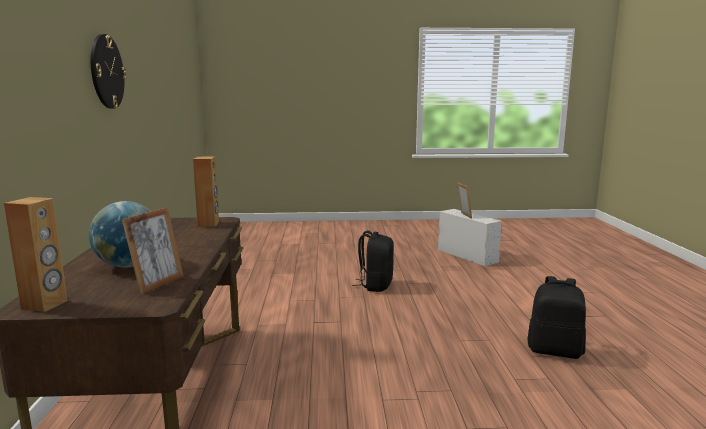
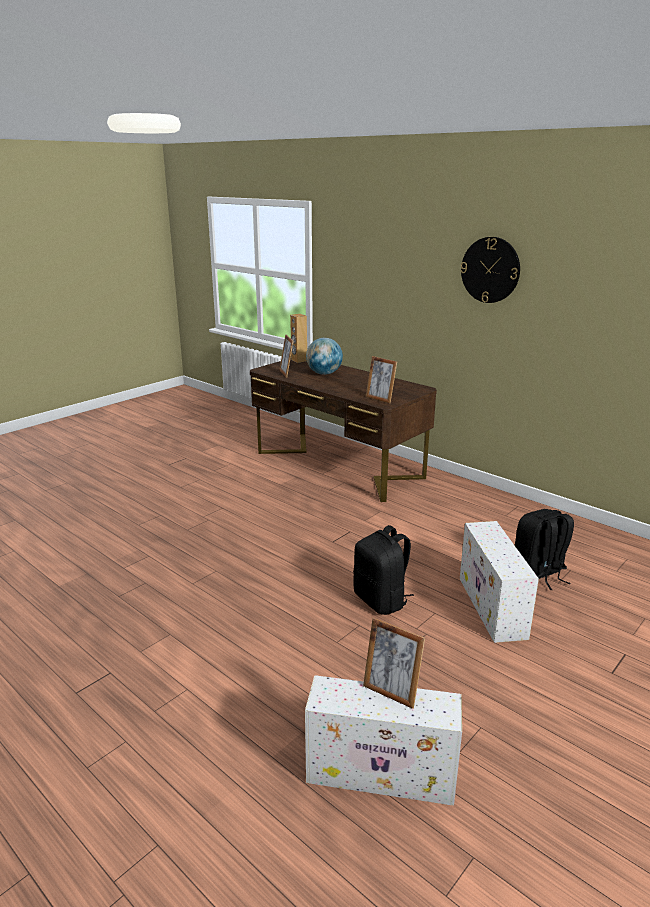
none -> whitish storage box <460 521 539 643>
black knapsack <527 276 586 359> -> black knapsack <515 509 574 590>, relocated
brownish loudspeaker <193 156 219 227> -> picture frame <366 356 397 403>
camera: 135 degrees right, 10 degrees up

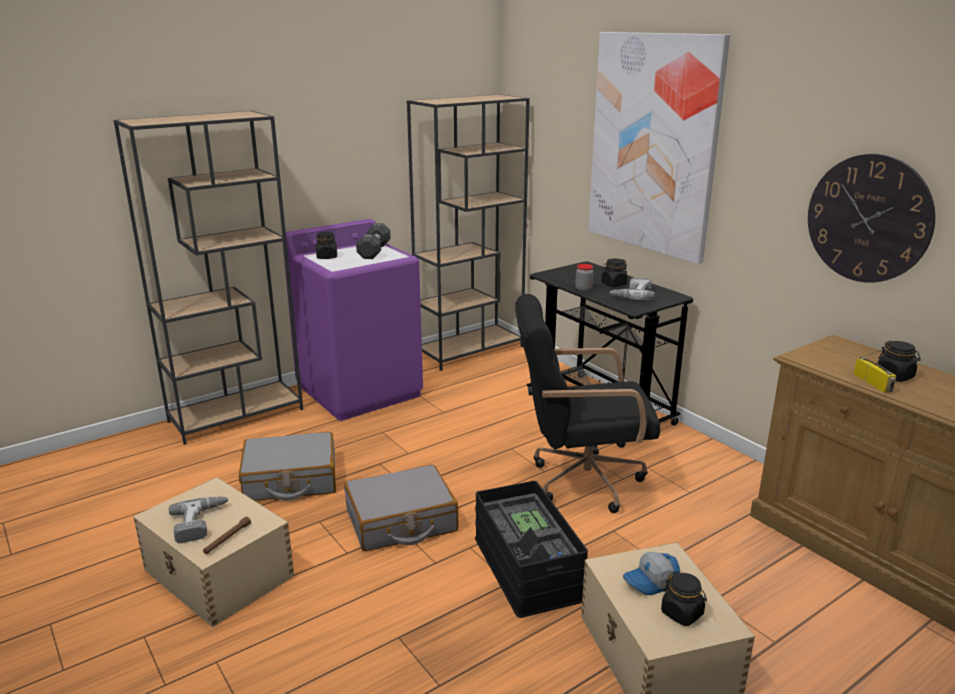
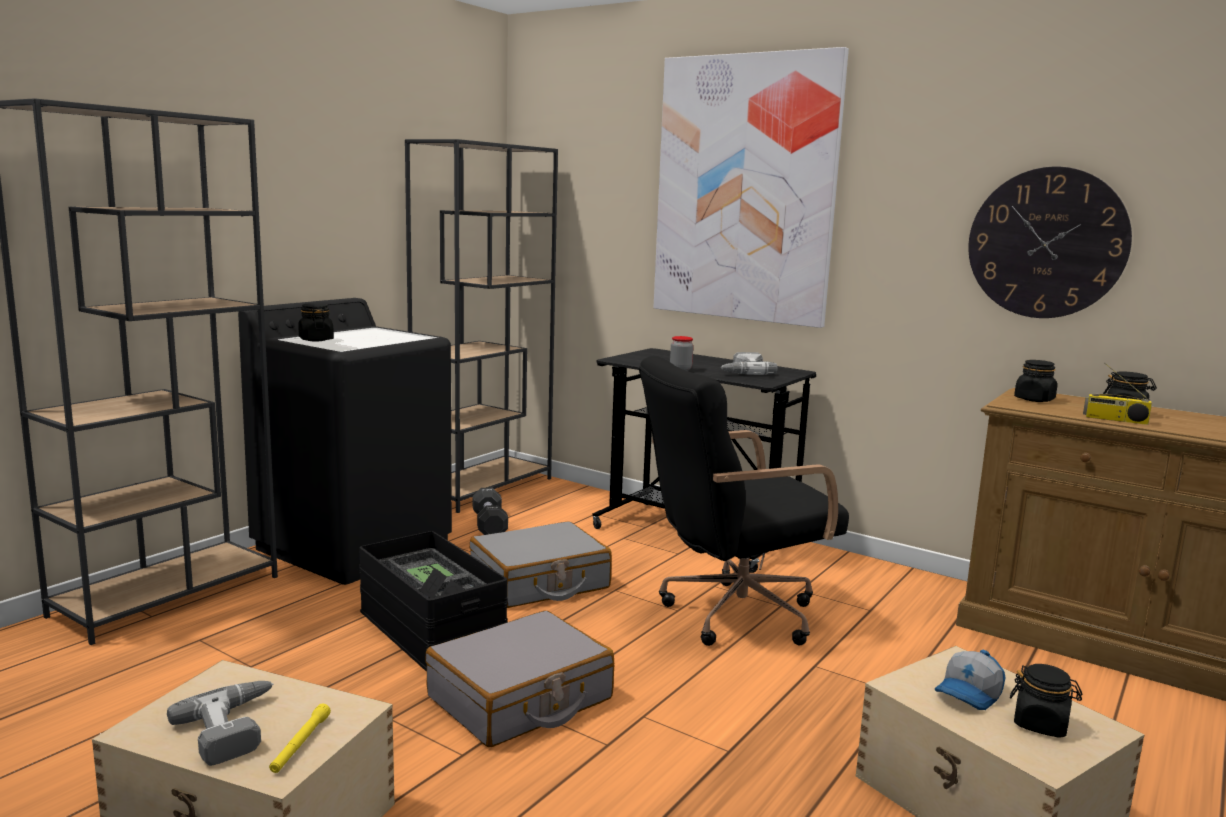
gray travel case <239 432 336 501> -> gray travel case <470 521 612 608>, relocated
black hand weight <356 223 391 259> -> black hand weight <473 487 508 535>, relocated
black storage box <475 481 588 618> -> black storage box <359 531 508 671>, relocated
black preserve jar <601 258 628 287> -> black preserve jar <1014 360 1057 402>, relocated
brownish hand torch <203 516 251 554> -> yellow hand torch <269 703 331 773>
purple laundry appliance <283 219 423 421> -> black laundry appliance <238 298 452 585>
radio <853 347 896 393> -> radio <1083 362 1152 425>, 150 degrees clockwise
camera: 20 degrees left, 10 degrees down

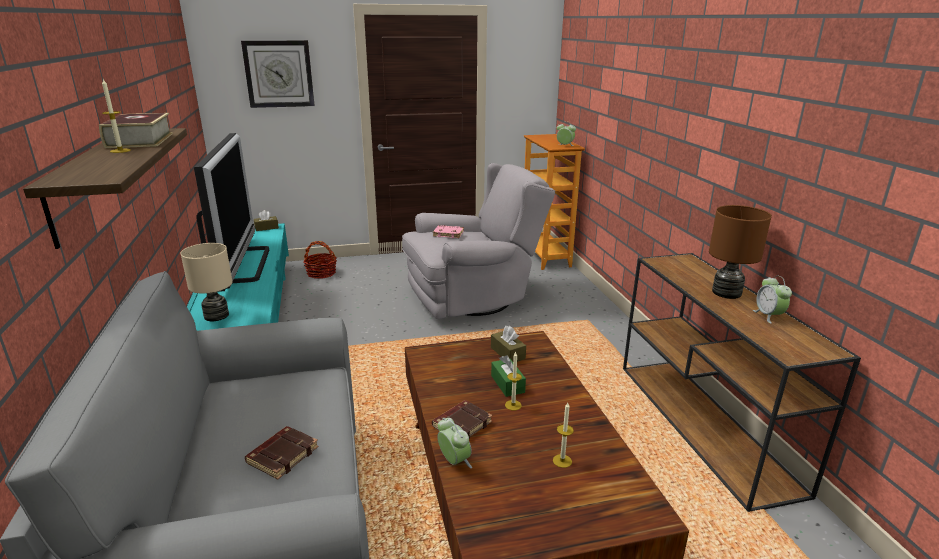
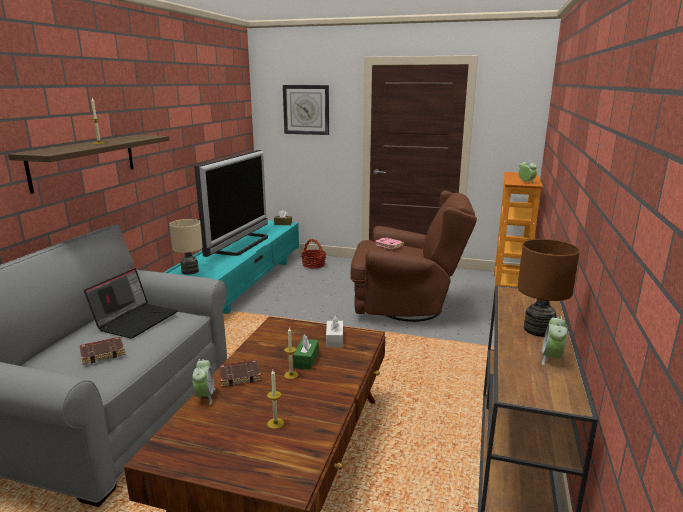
volume <99 113 173 148> -> none
none -> laptop <84 268 178 339>
gray armchair <402 163 555 319> -> brownish armchair <350 191 477 322>
brownish tissue holder <491 326 526 362> -> whitish tissue holder <326 315 343 347>
camera: 30 degrees right, 5 degrees down

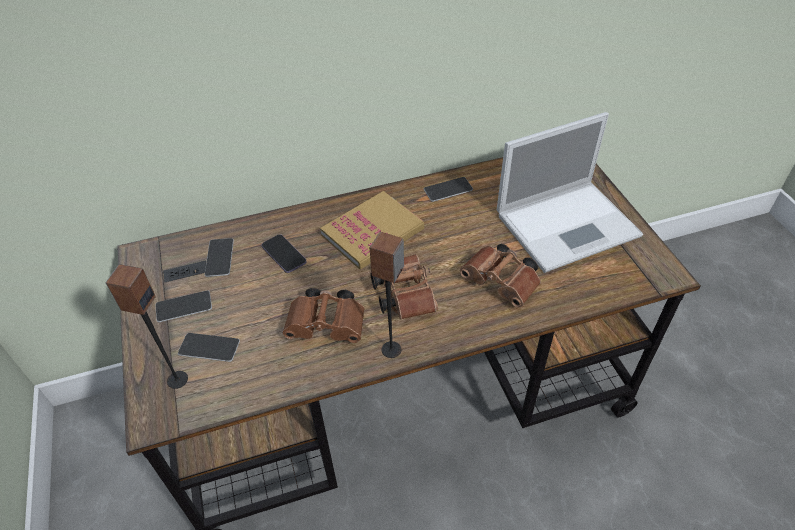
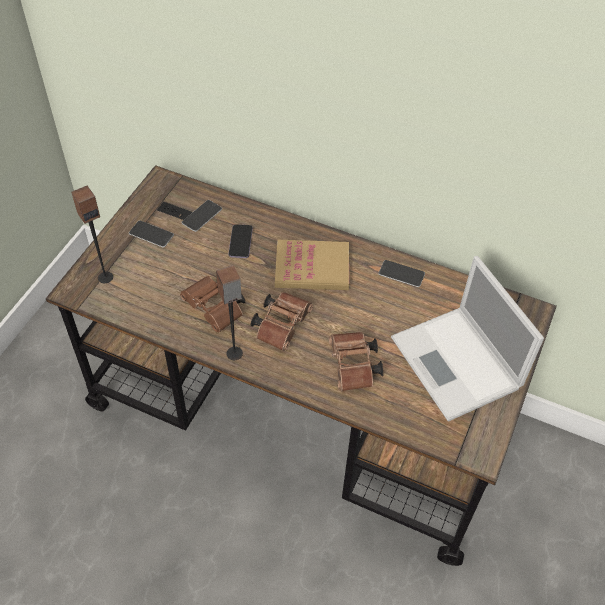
telephone <178 333 240 362> -> none
laptop <497 112 643 273> -> laptop <391 256 544 422>, 45 degrees clockwise
camera: 40 degrees right, 5 degrees up

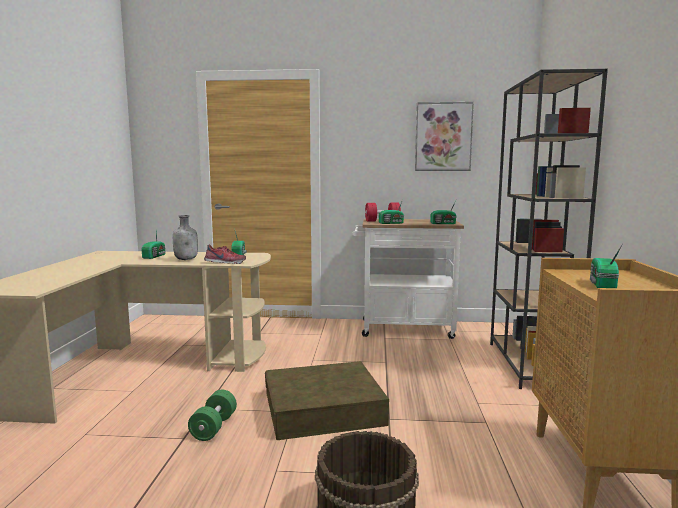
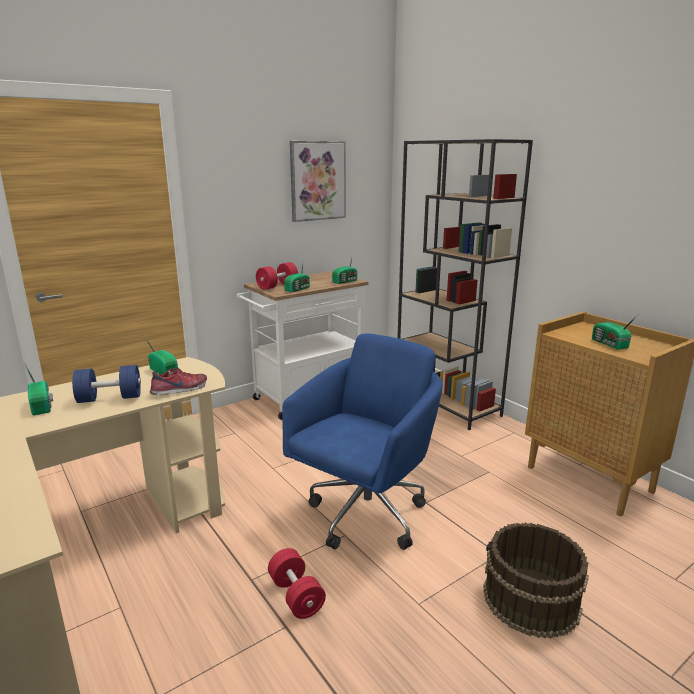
gray drink bottle <173 215 198 260> -> bluish hand weight <72 365 141 403>
brownish storage box <265 361 389 440> -> bluish computer chair <282 334 443 550>
green-coloured hand weight <188 389 237 441> -> red-coloured hand weight <268 548 326 619>
camera: 40 degrees left, 10 degrees up

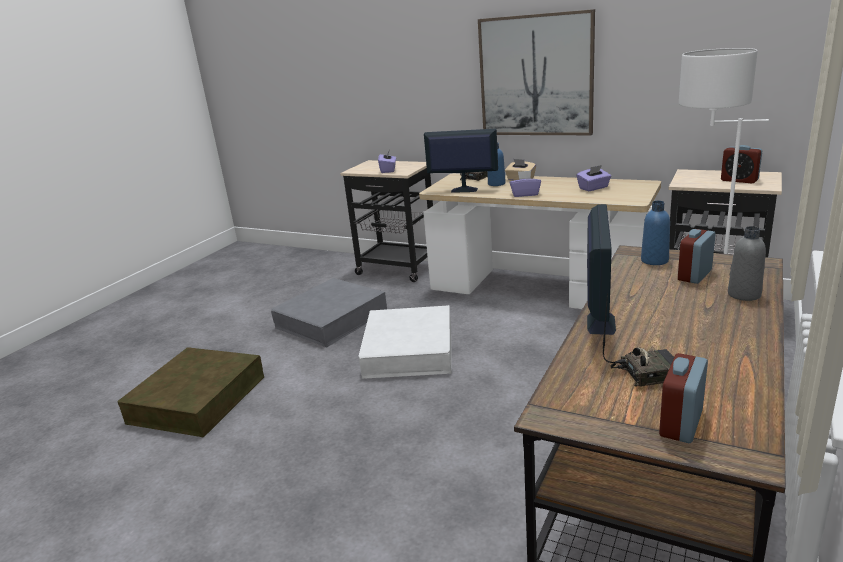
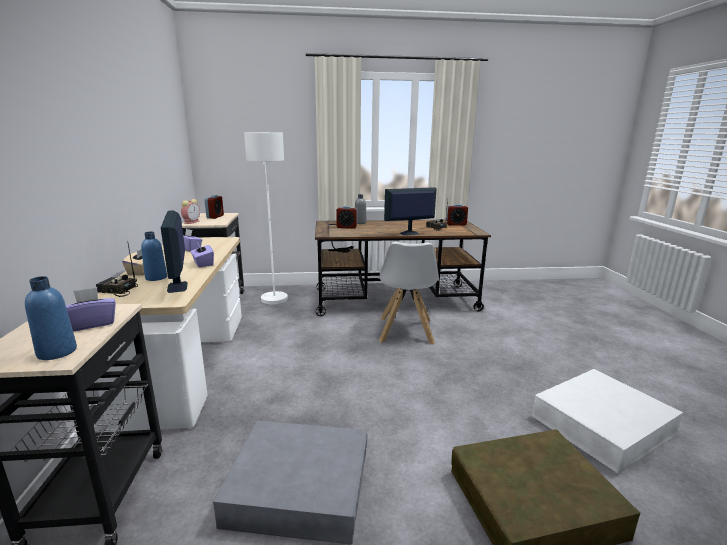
wall picture <478 9 595 135> -> none
none -> bedside clock <181 199 200 224>
none -> upright chair <379 242 439 344>
whitish storage box <359 305 452 379> -> whitish storage box <532 369 683 474>, relocated
bluish drink bottle <641 201 670 265> -> bluish drink bottle <25 276 77 360>, relocated
camera: 125 degrees left, 5 degrees down

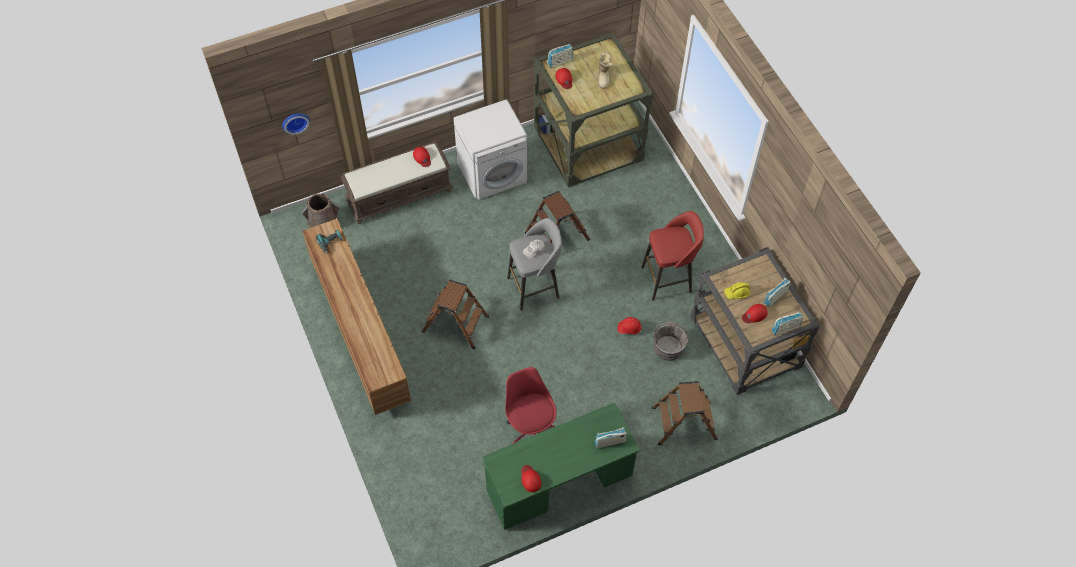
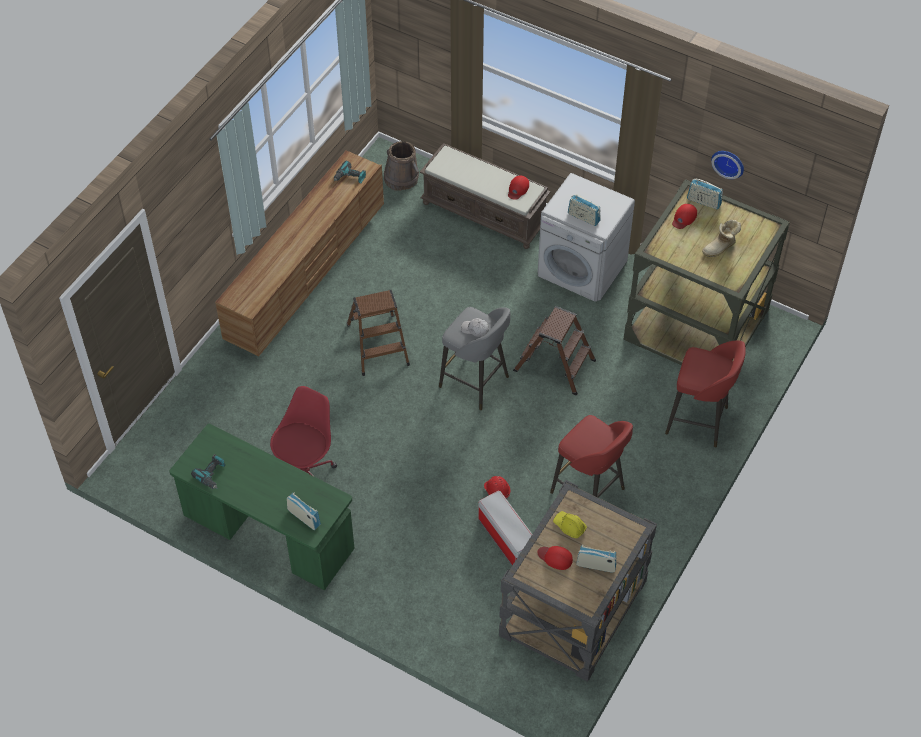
brownish stepladder <652 381 718 445> -> none
none -> red-coloured stool <665 340 746 447>
clock on the wall <282 113 310 135> -> clock on the wall <711 151 744 179>, relocated
radio <771 312 803 335> -> radio <568 194 600 226>, relocated
red-coloured cap <521 465 541 492> -> power drill <191 454 225 489>
gray water bucket <653 321 689 361> -> storage box <478 491 532 565>
camera: 55 degrees right, 5 degrees down

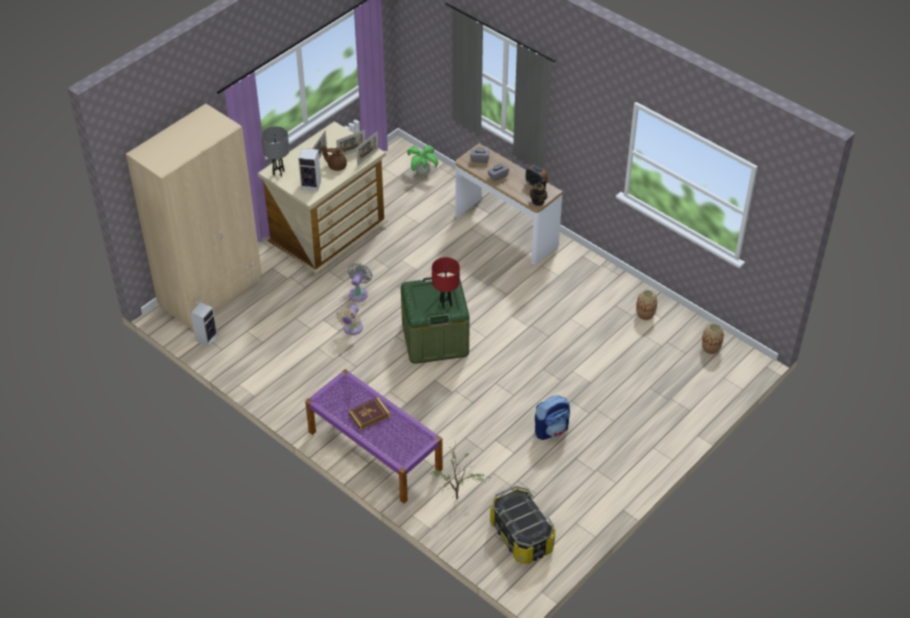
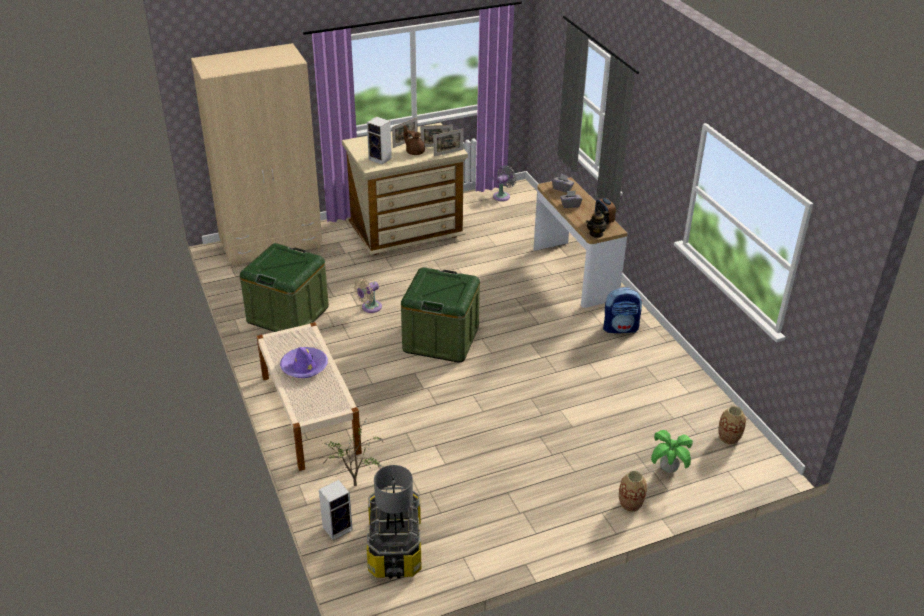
red-coloured table lamp <432 257 460 308> -> none
none -> green-coloured storage box <240 243 329 332>
loudspeaker <190 302 218 347> -> loudspeaker <319 480 353 540>, relocated
gray table lamp <261 126 289 177> -> gray table lamp <374 465 413 535>, relocated
gray electric fan <348 263 372 302> -> gray electric fan <493 165 517 201>, relocated
plant in a pot <407 145 438 175> -> plant in a pot <651 430 693 473>, relocated
knapsack <535 395 570 440> -> knapsack <603 287 642 333>, relocated
decorative vase <636 290 657 320> -> decorative vase <619 471 647 512>, relocated
volume <348 397 390 430> -> purple clothing hat <280 347 328 378>
purple long seat <305 369 443 504> -> beige-coloured long seat <257 322 362 471>
camera: 25 degrees right, 10 degrees down

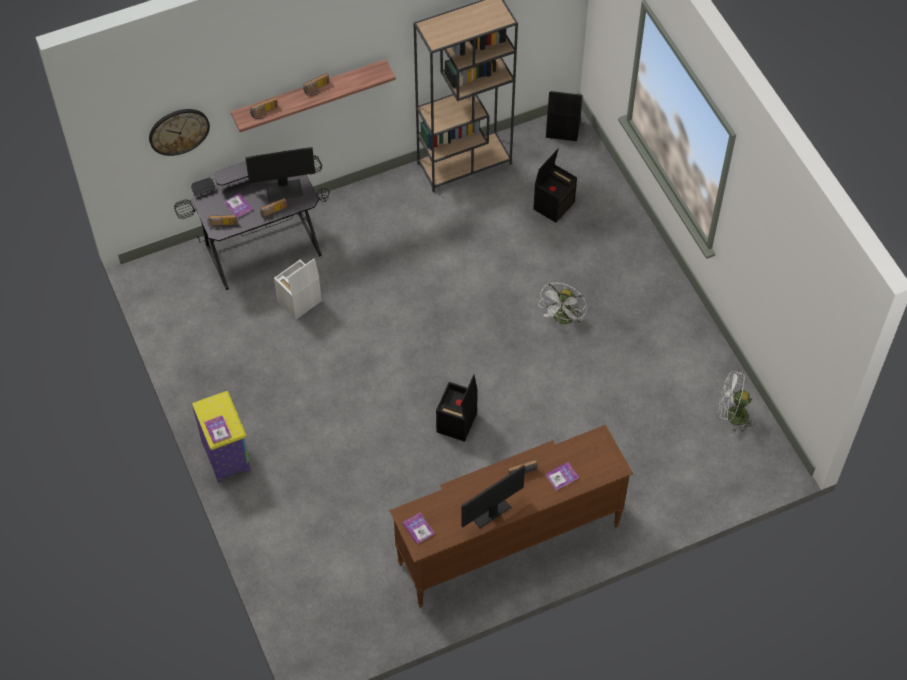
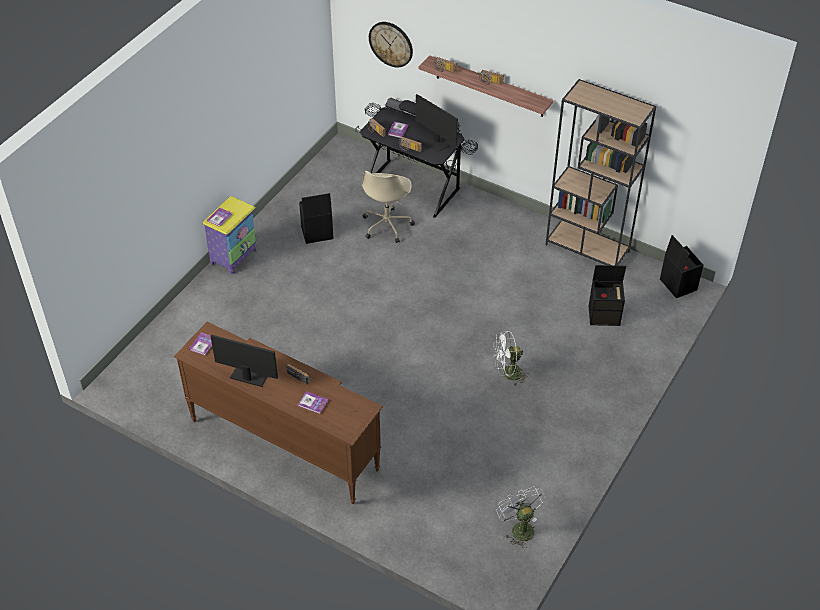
black storage box <436 374 478 442> -> black storage box <299 193 334 244>, relocated
whitish storage box <274 258 322 319> -> beige-coloured computer chair <361 171 415 243>
camera: 55 degrees right, 10 degrees down

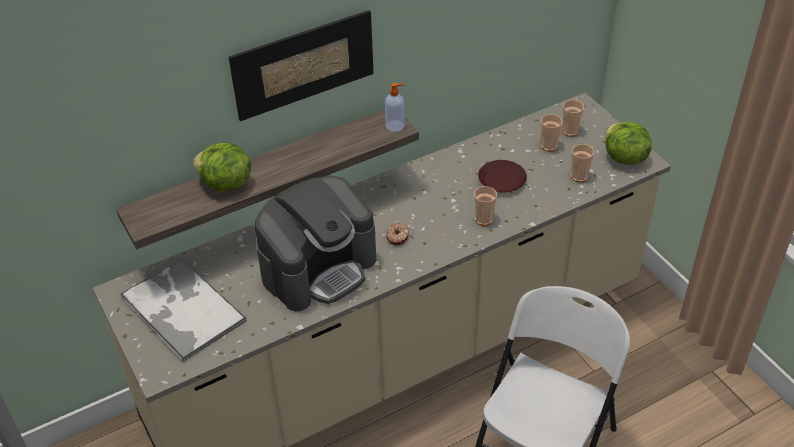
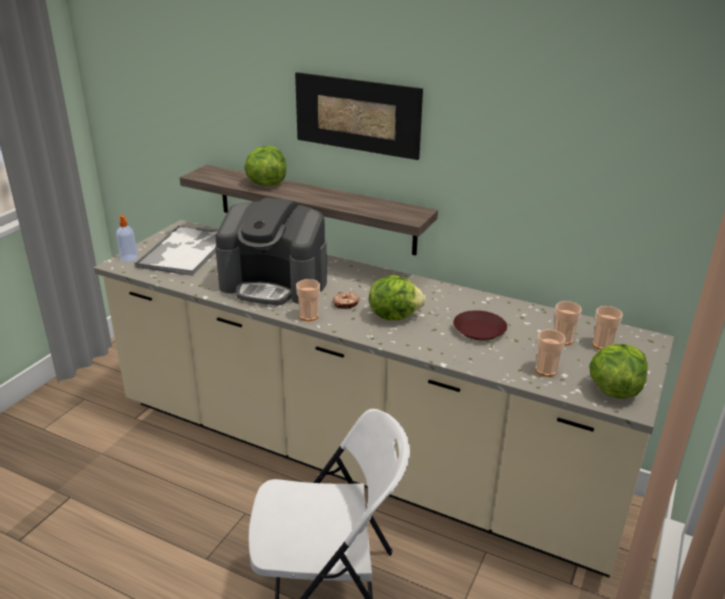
none -> lettuce head <369 275 426 320>
soap dispenser <385 83 406 132> -> soap dispenser <116 215 138 262>, relocated
cup <474 186 497 226> -> cup <296 279 320 321>, relocated
camera: 55 degrees right, 15 degrees down

